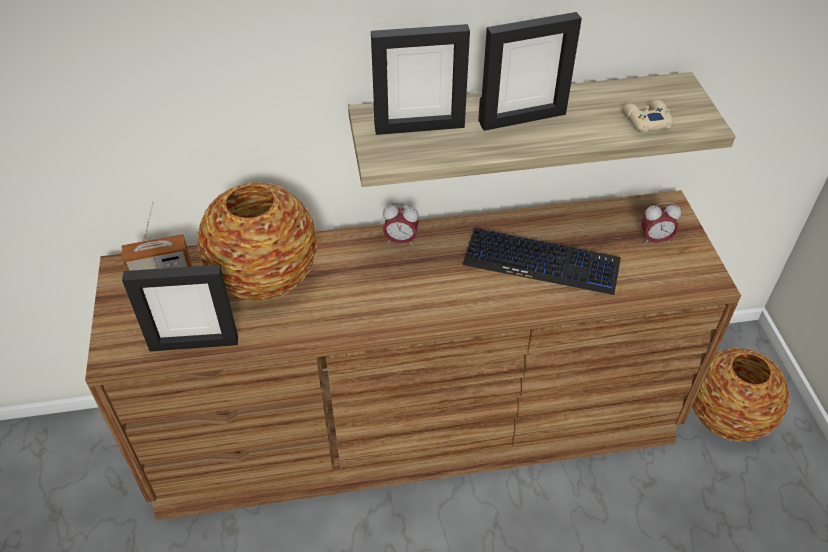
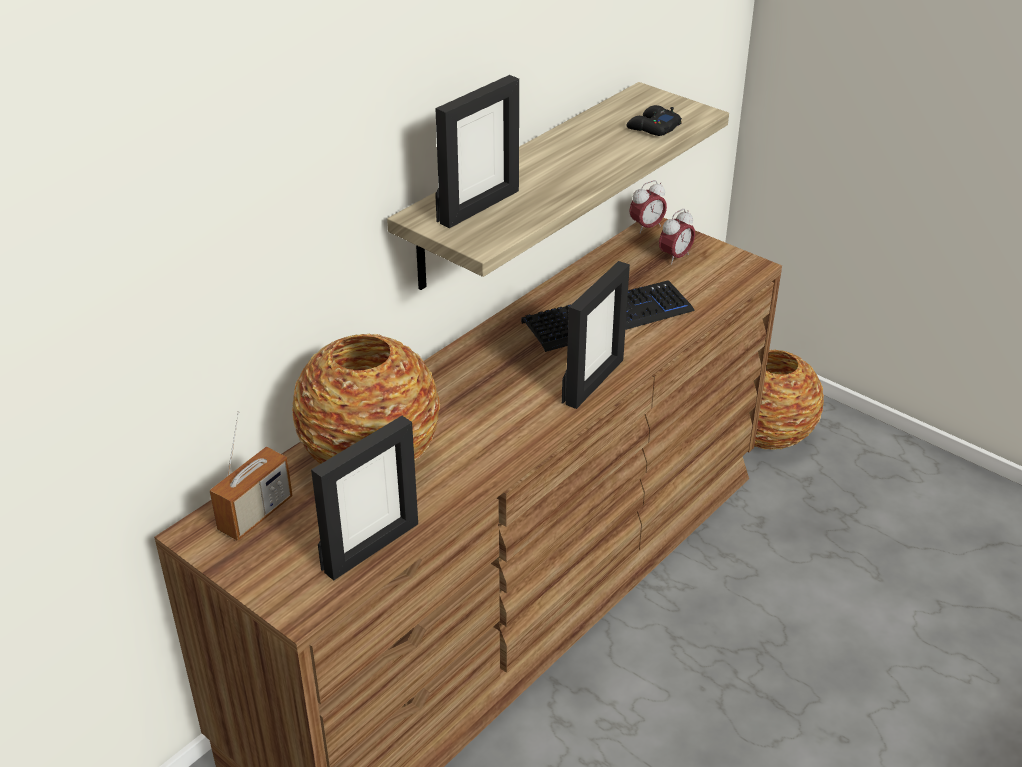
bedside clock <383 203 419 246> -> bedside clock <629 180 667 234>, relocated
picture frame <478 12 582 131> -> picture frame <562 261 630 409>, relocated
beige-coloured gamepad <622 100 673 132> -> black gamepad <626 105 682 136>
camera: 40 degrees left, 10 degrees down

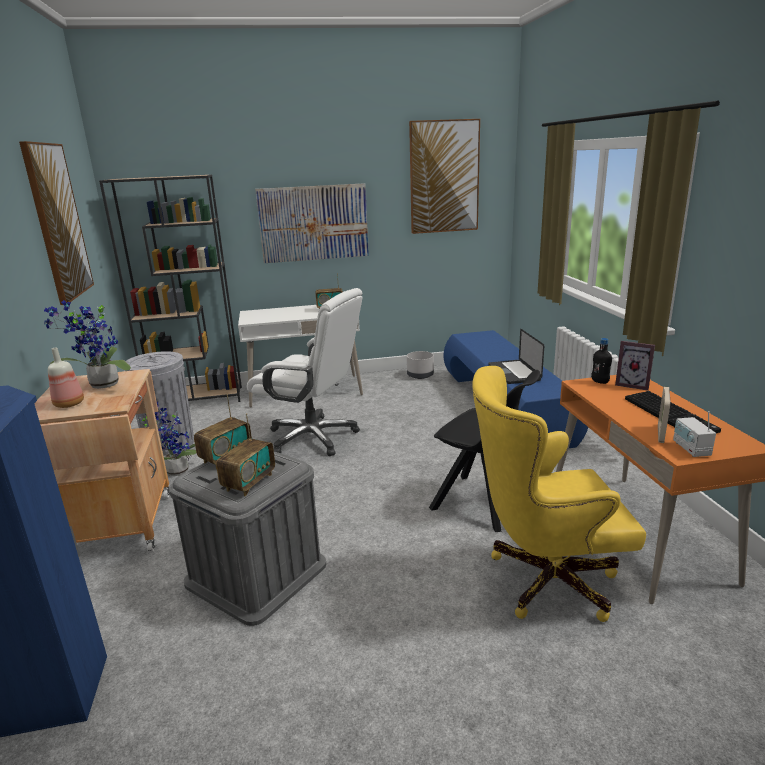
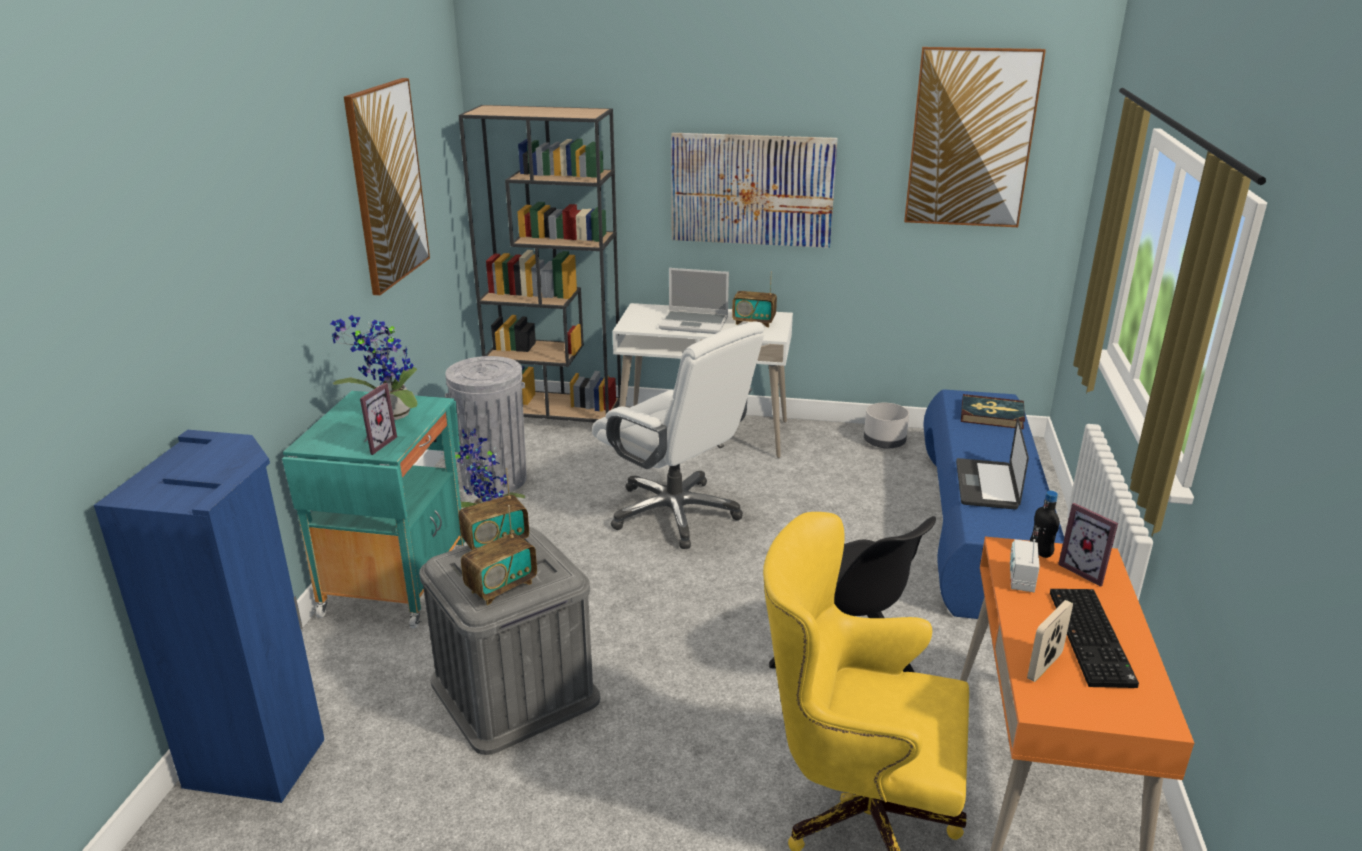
drink bottle <48 348 84 408> -> none
none -> picture frame <360 382 397 455>
none -> laptop <659 268 729 334>
none -> volume <961 394 1025 429>
radio <673 411 716 457> -> radio <1010 539 1040 592>, relocated
brownish wheeled cart <34 369 170 553> -> blue-green wheeled cart <282 391 465 629>
camera: 20 degrees right, 5 degrees up

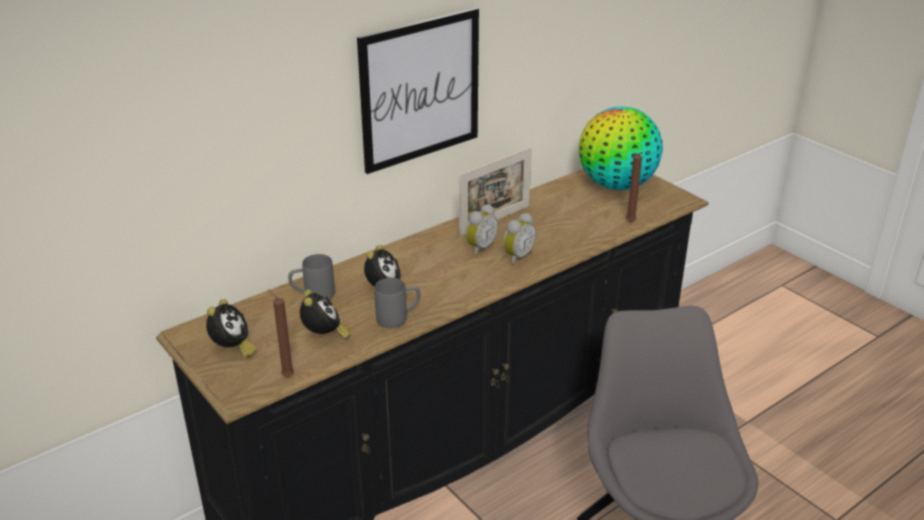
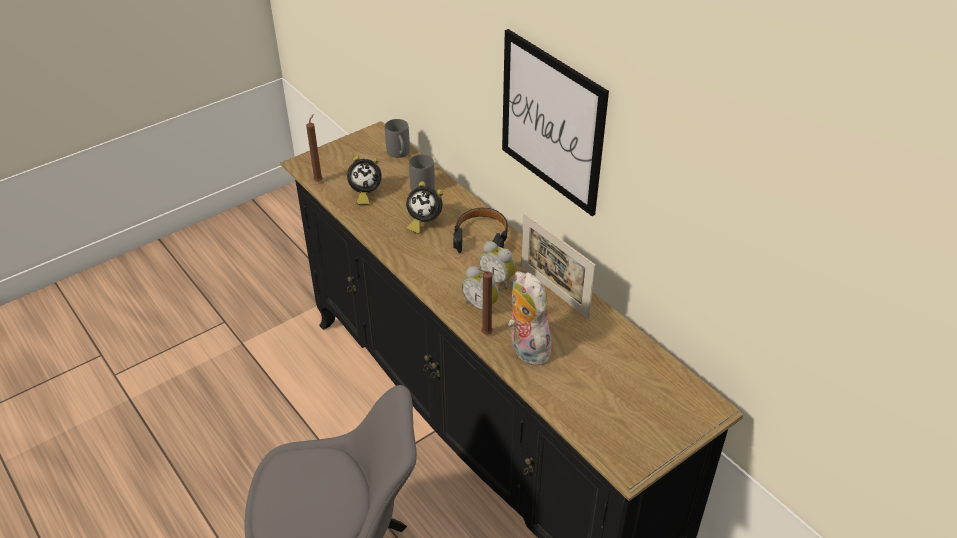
bedside clock <206 299 257 358> -> none
globe <579 107 663 190> -> none
none -> black headphones <453 208 508 253>
none -> plush toy <508 271 552 366>
gray tea mug <374 278 421 328> -> gray tea mug <385 119 410 158>, relocated
brownish wax candle <626 152 643 222> -> brownish wax candle <478 269 493 334>, relocated
camera: 90 degrees right, 10 degrees up

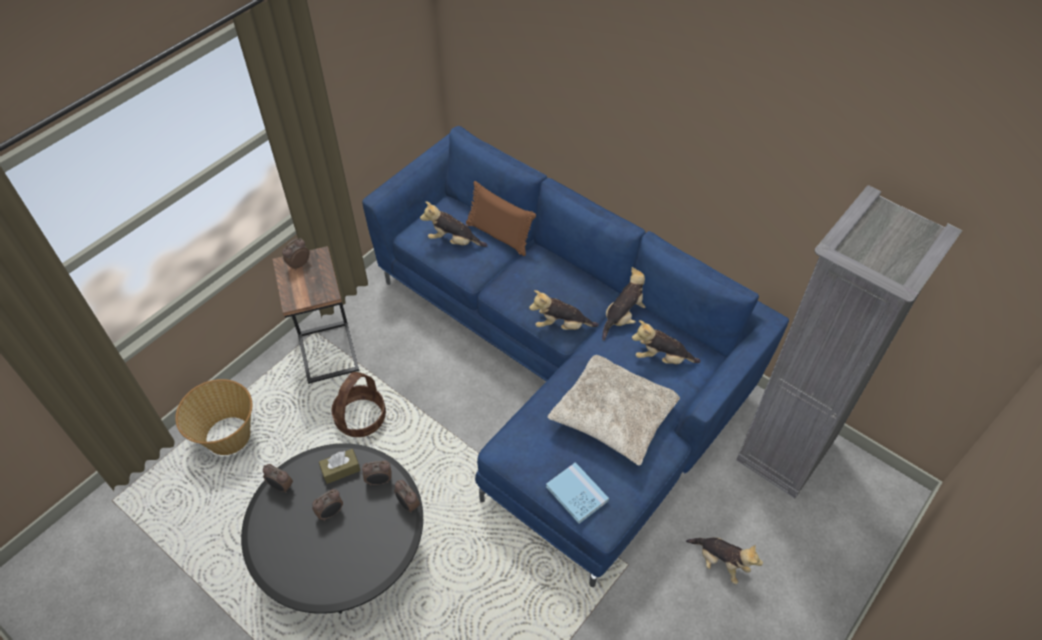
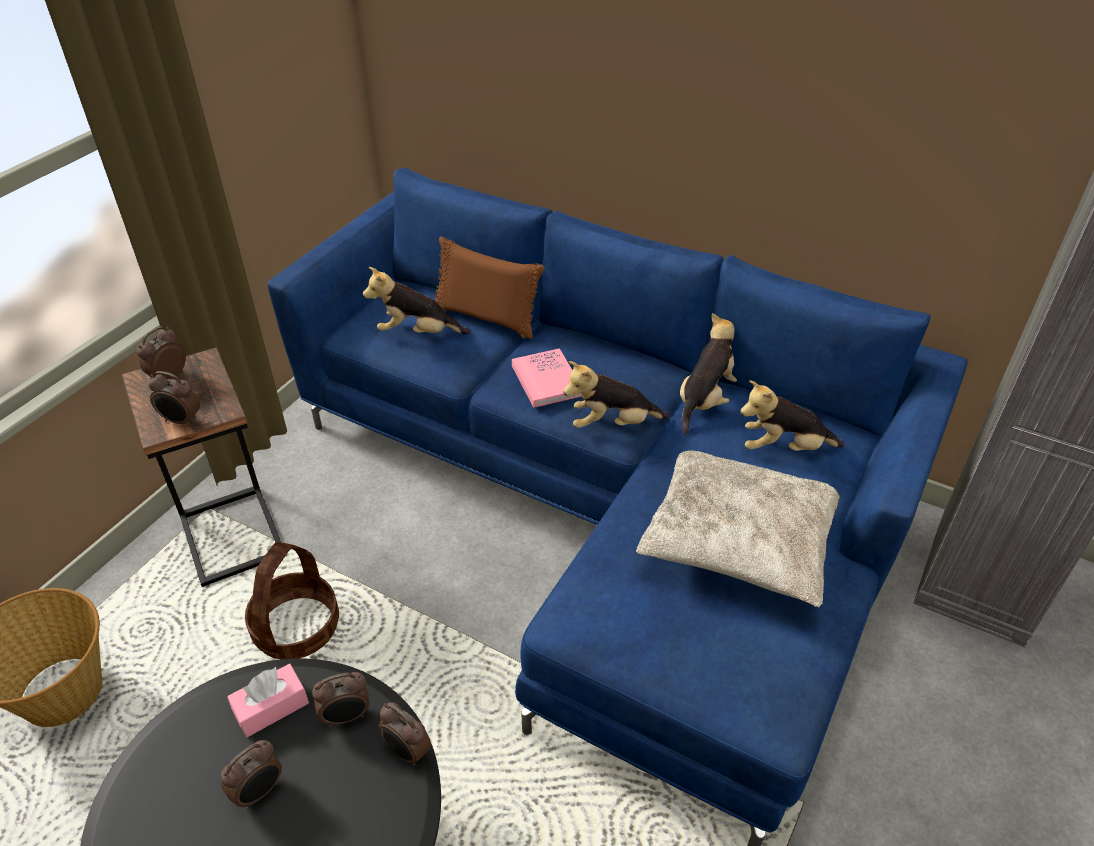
bluish volume <546 462 609 524> -> none
plush toy <686 537 763 584> -> none
none -> pink-coloured volume <512 348 582 408>
bedside clock <263 464 293 493> -> bedside clock <148 371 200 427>, relocated
brownish tissue holder <319 449 361 484> -> pink-coloured tissue holder <228 664 309 737>
camera: 10 degrees left, 10 degrees down

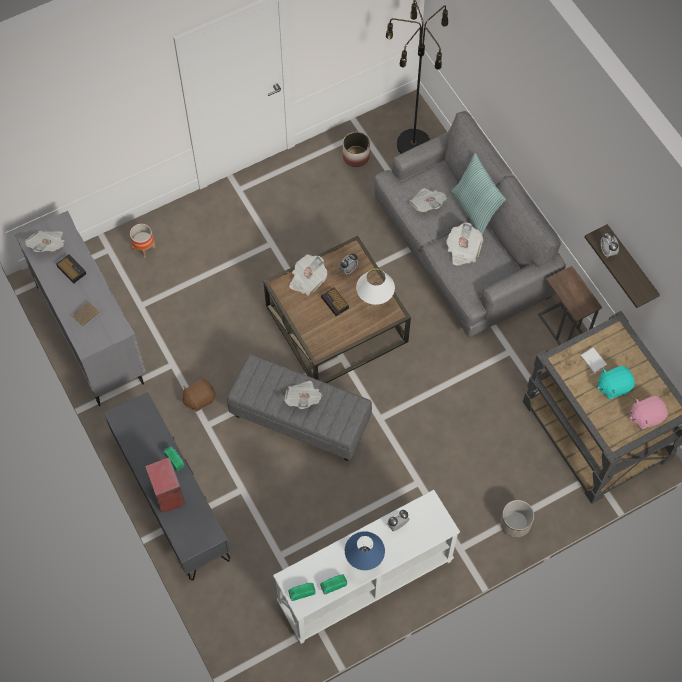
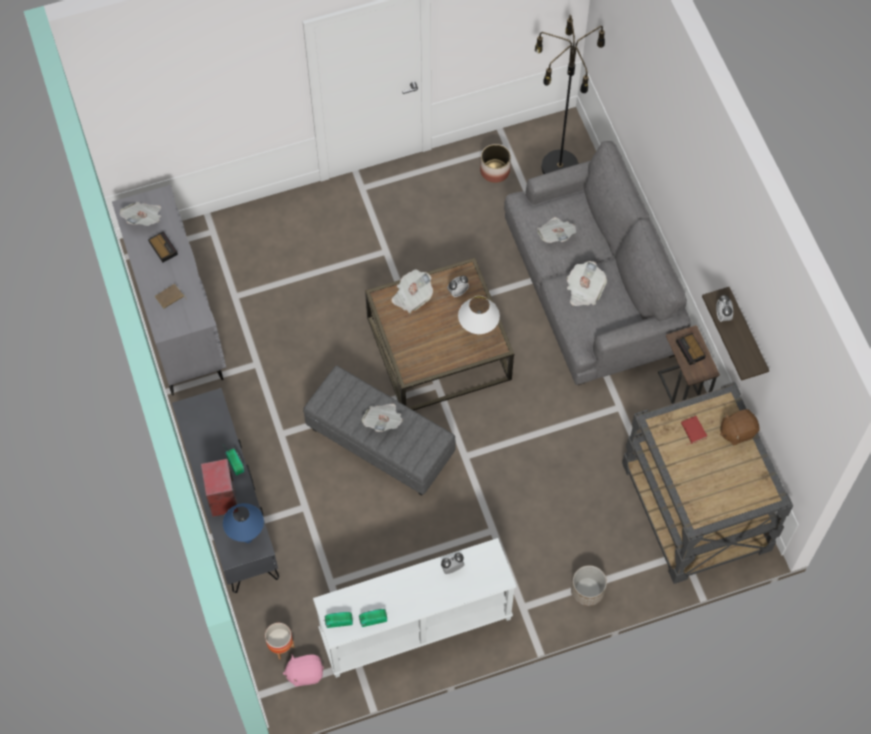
throw pillow <451 153 506 235> -> none
blue-green plush toy <597 366 635 399> -> none
plant pot <130 224 156 258> -> plant pot <265 623 294 659>, relocated
brownish plush toy <182 379 215 412> -> brownish plush toy <720 409 760 446>, relocated
bedside clock <321 288 349 316> -> bedside clock <676 333 706 365>, relocated
bluish table lamp <345 531 385 570> -> bluish table lamp <223 503 264 543>, relocated
pink-coloured plush toy <630 396 668 429> -> pink-coloured plush toy <283 654 324 687>, relocated
whitish volume <581 348 607 375> -> red-coloured volume <681 416 707 444>
camera: 10 degrees right, 0 degrees up

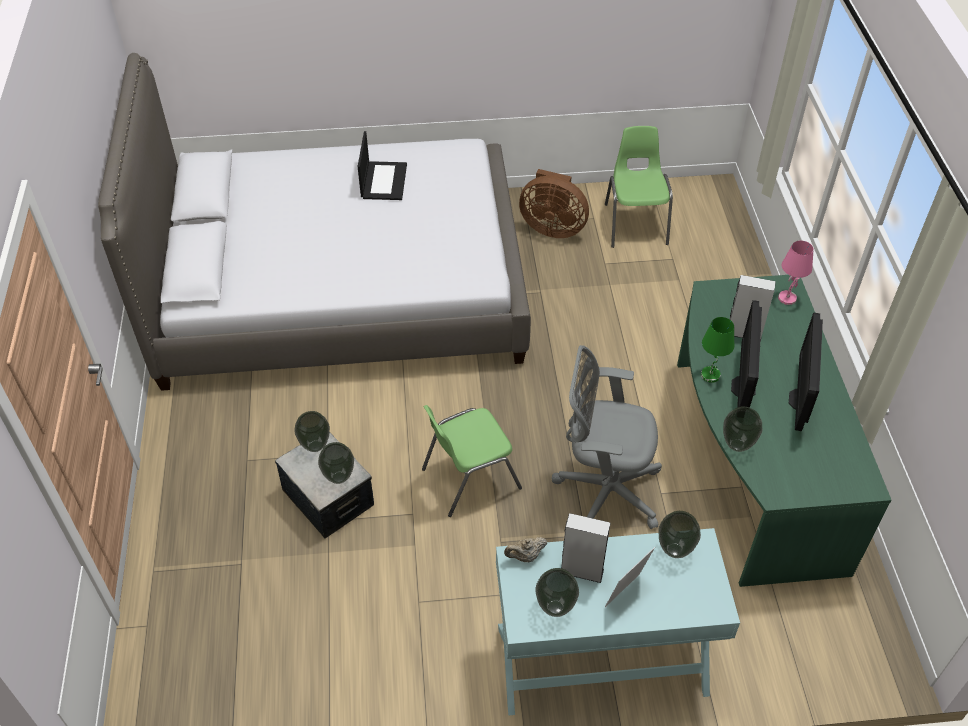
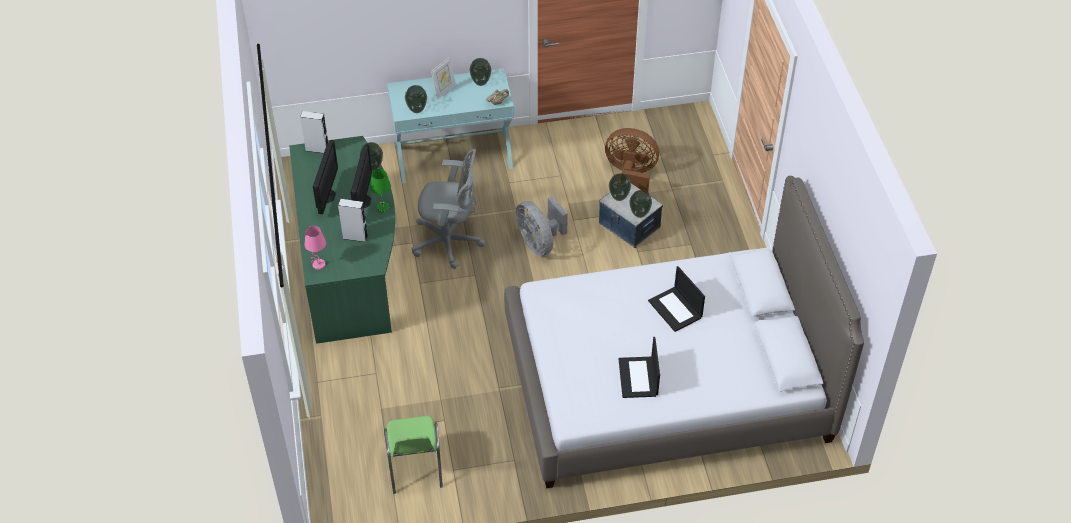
none -> laptop <648 266 705 332>
brownish electric fan <519 169 589 238> -> brownish electric fan <605 128 659 192>, relocated
gray loudspeaker <561 513 611 583> -> gray loudspeaker <300 111 328 154>, relocated
green-coloured upright chair <422 405 522 517> -> gray electric fan <516 196 568 256>
camera: 175 degrees right, 0 degrees up

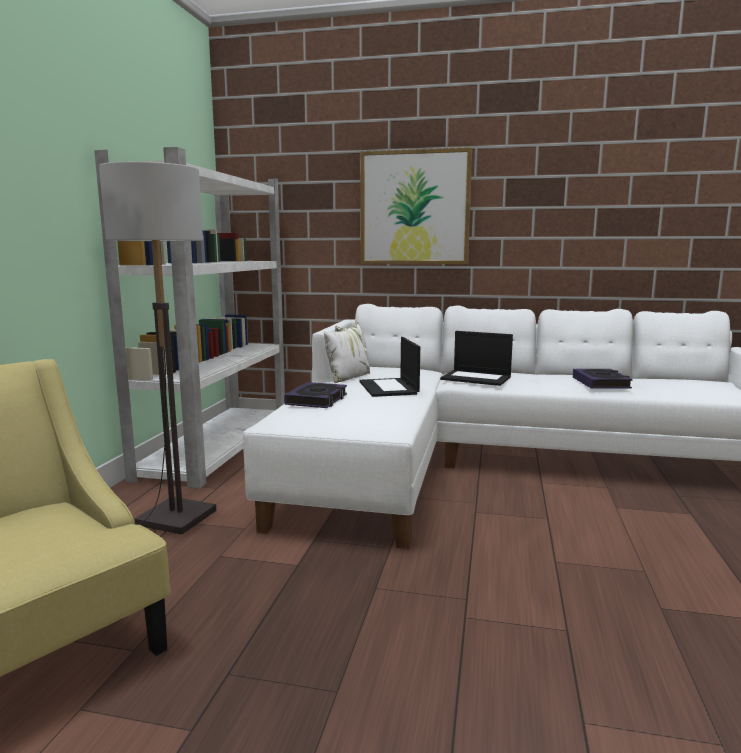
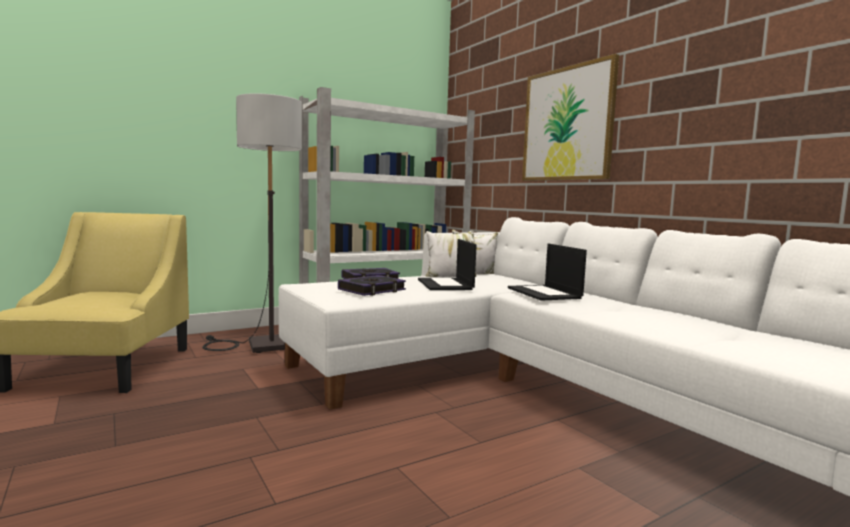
volume <573 369 633 389> -> volume <338 275 406 296>, relocated
laptop <359 337 420 397> -> laptop <418 239 477 290>, 45 degrees counterclockwise
camera: 45 degrees right, 5 degrees down

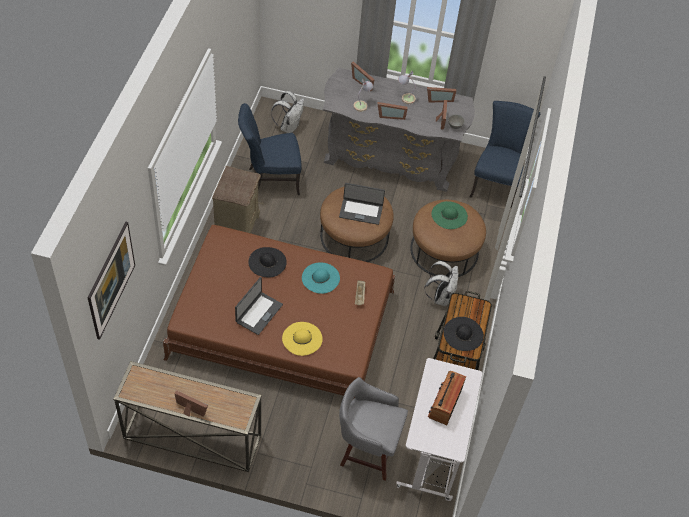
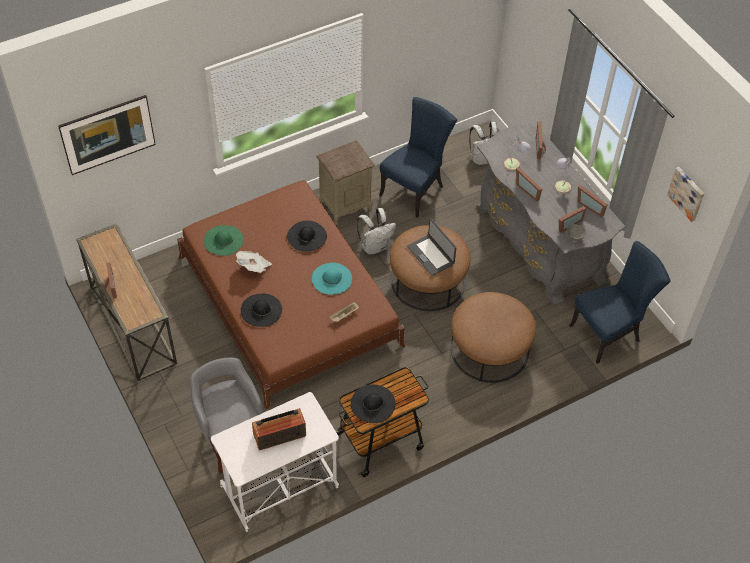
none -> wall picture <667 167 704 222>
whitish knapsack <424 261 458 306> -> whitish knapsack <357 208 396 255>, relocated
green-coloured clothing hat <431 201 468 229> -> green-coloured clothing hat <204 225 244 256>, relocated
laptop <235 277 283 335> -> printed paper <236 251 272 273>
yellow clothing hat <282 322 323 356> -> black clothing hat <241 294 282 327>
bluish upright chair <238 103 302 195> -> bluish upright chair <379 97 457 218>, 90 degrees clockwise
camera: 50 degrees right, 0 degrees up

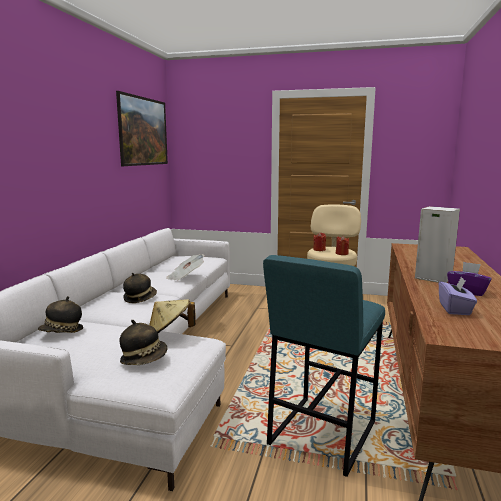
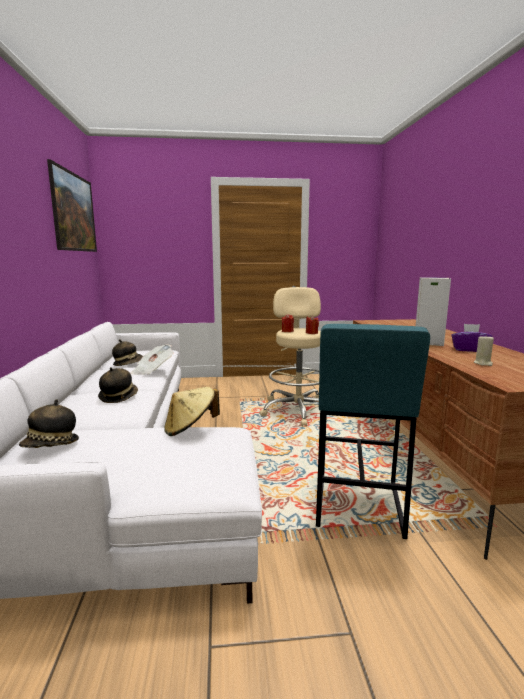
clothing hat <119 320 167 365> -> clothing hat <112 339 143 366>, relocated
purple tissue holder <439 276 477 315> -> beige-coloured wax candle <474 334 494 366>
camera: 20 degrees left, 0 degrees up

